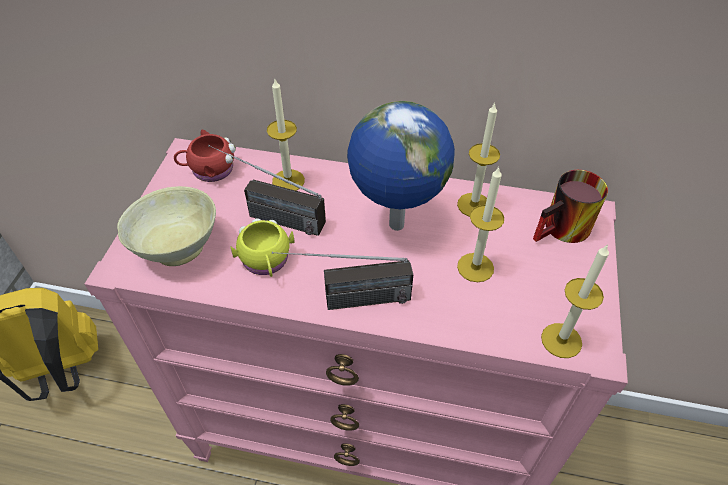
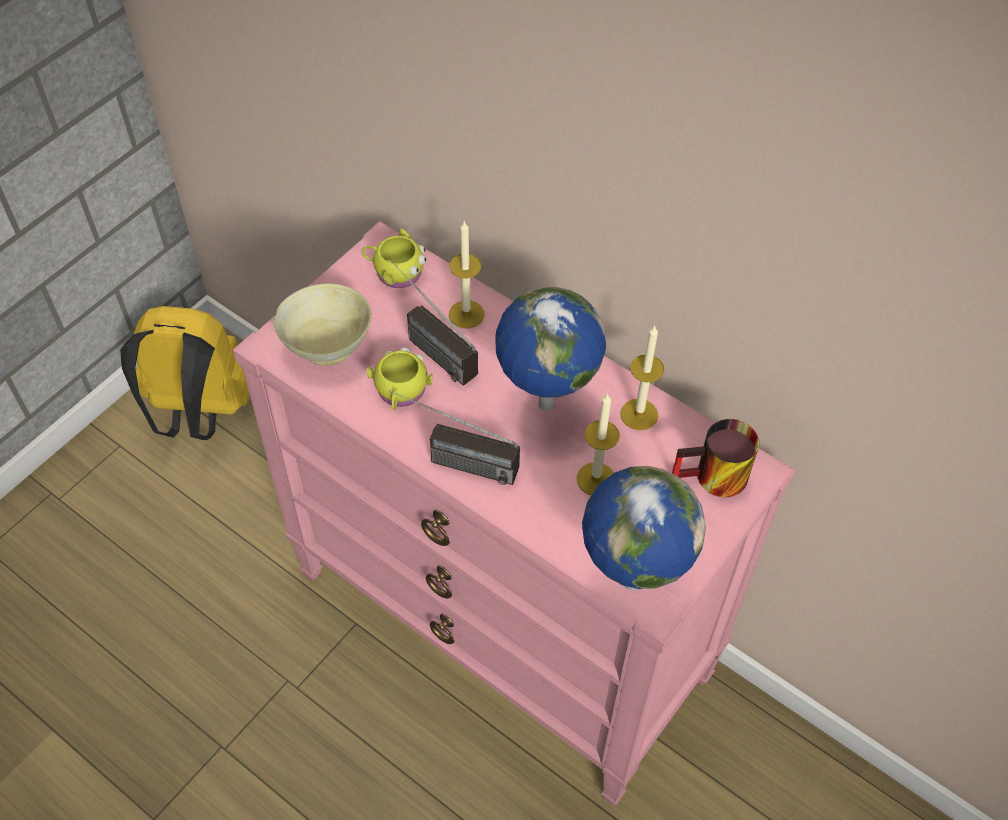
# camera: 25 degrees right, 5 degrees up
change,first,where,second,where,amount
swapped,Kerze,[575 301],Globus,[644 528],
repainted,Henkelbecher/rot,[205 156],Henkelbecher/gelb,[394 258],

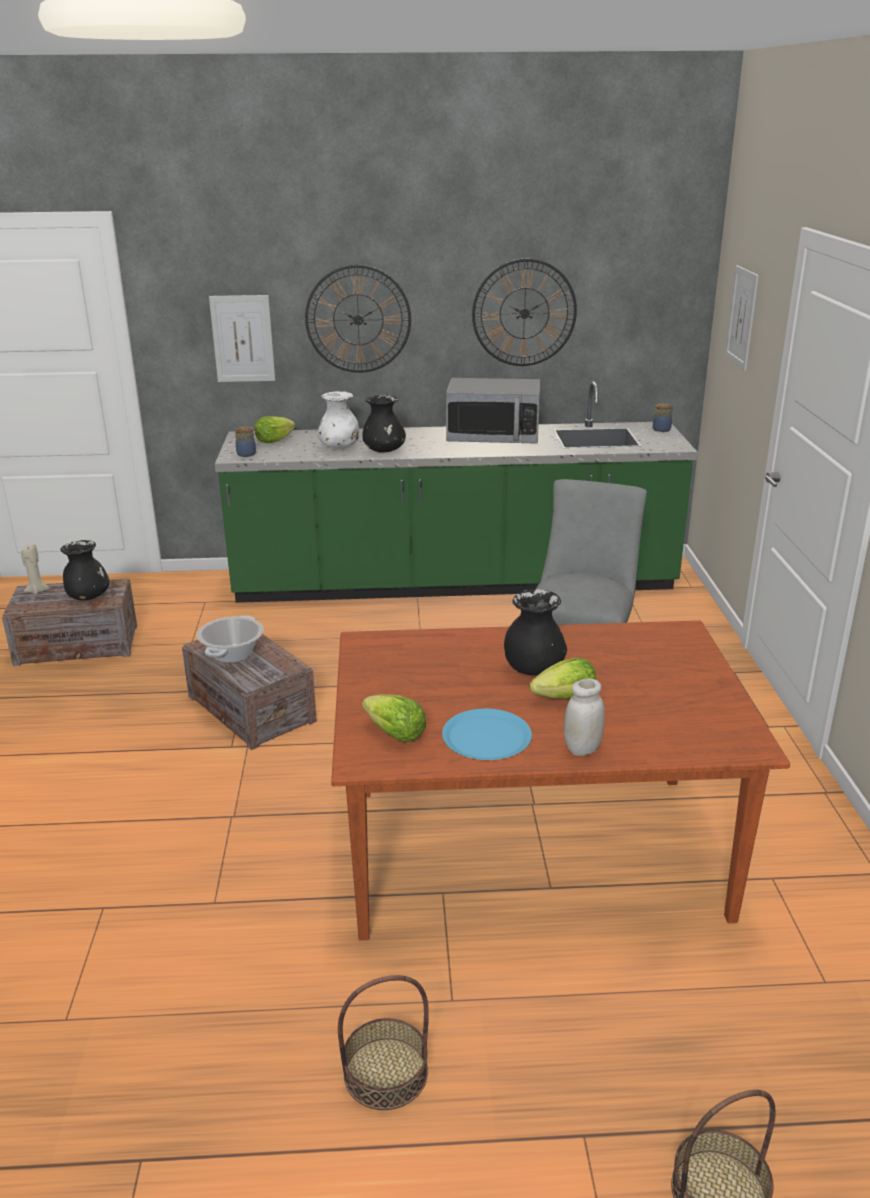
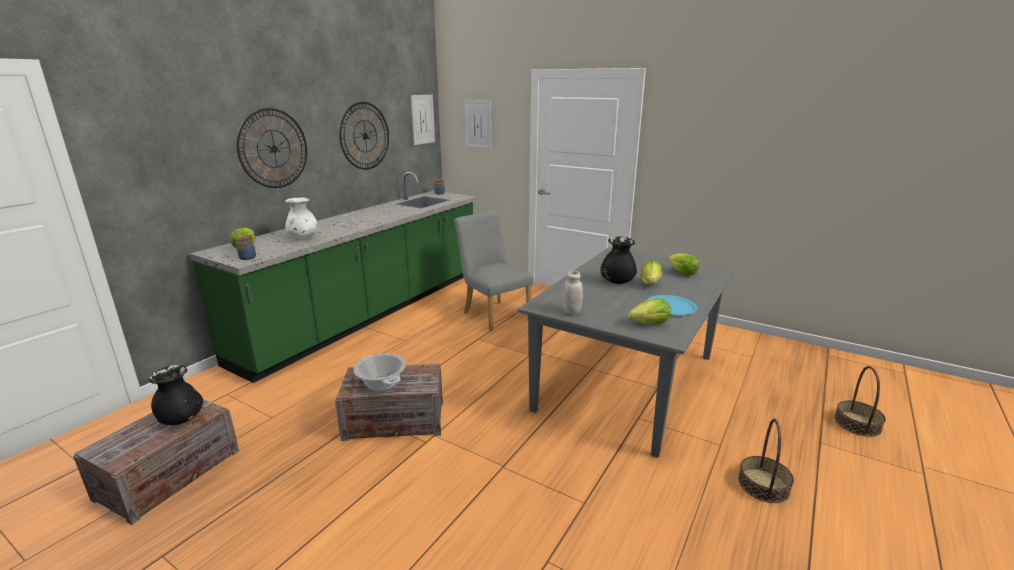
# camera: 55 degrees left, 5 degrees down
change,first,where,second,where,amount
gone,Kerze/beige,[35 569],,,
gone,Vase/schwarz,[384 424],,,
gone,Mikrowelle,[493 411],,,
new,,,Salatkopf,[683 264],
shifted,Bild,[242 338],,[423 120],
shifted,Vorratsglas/weiß,[584 717],,[573 293],
repainted,Esstisch/braun,[560 780],Esstisch/grau,[626 352],

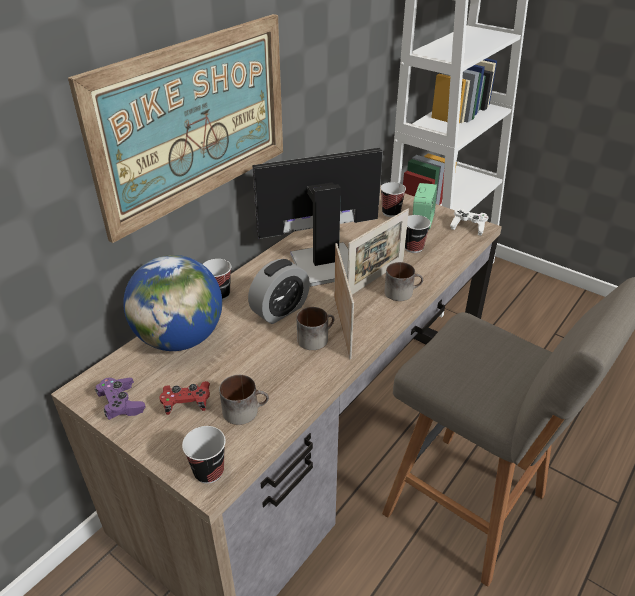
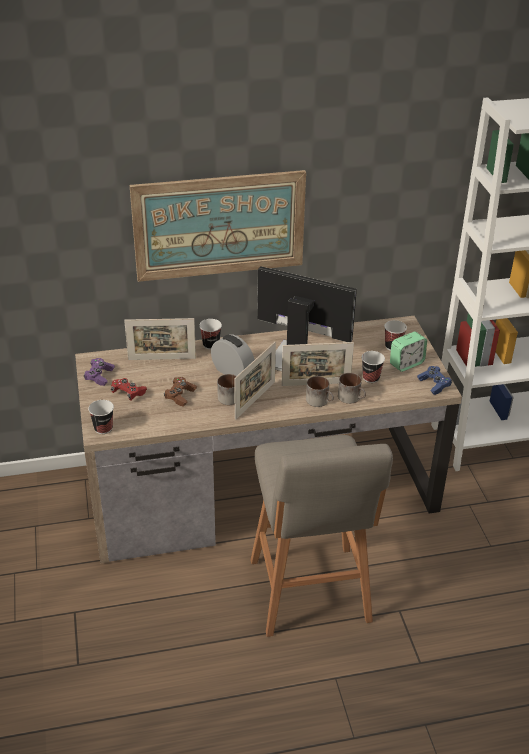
# camera: 40 degrees right, 0 degrees up
change,first,where,second,where,amount
new,,,Gamepad/braun,[180 392],
shifted,Henkelbecher,[244 400],,[352 388],
swapped,Globus,[172 303],Bilderrahmen,[160 339],
repainted,Gamepad/weiß,[469 222],Gamepad/blau,[434 380],
rotated,Wecker,[279 291],,[233 355],135 degrees counterclockwise

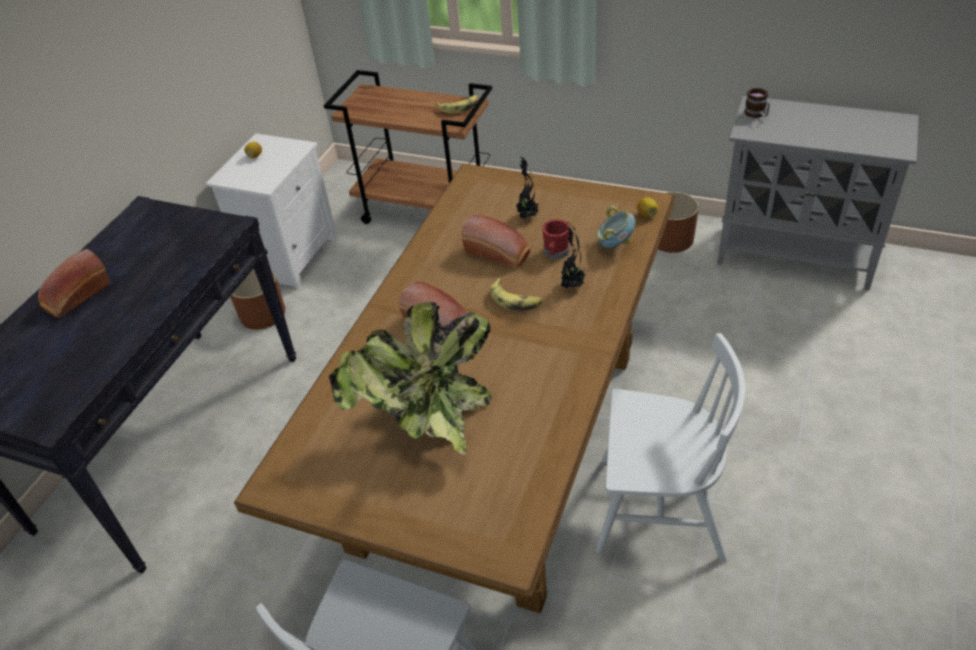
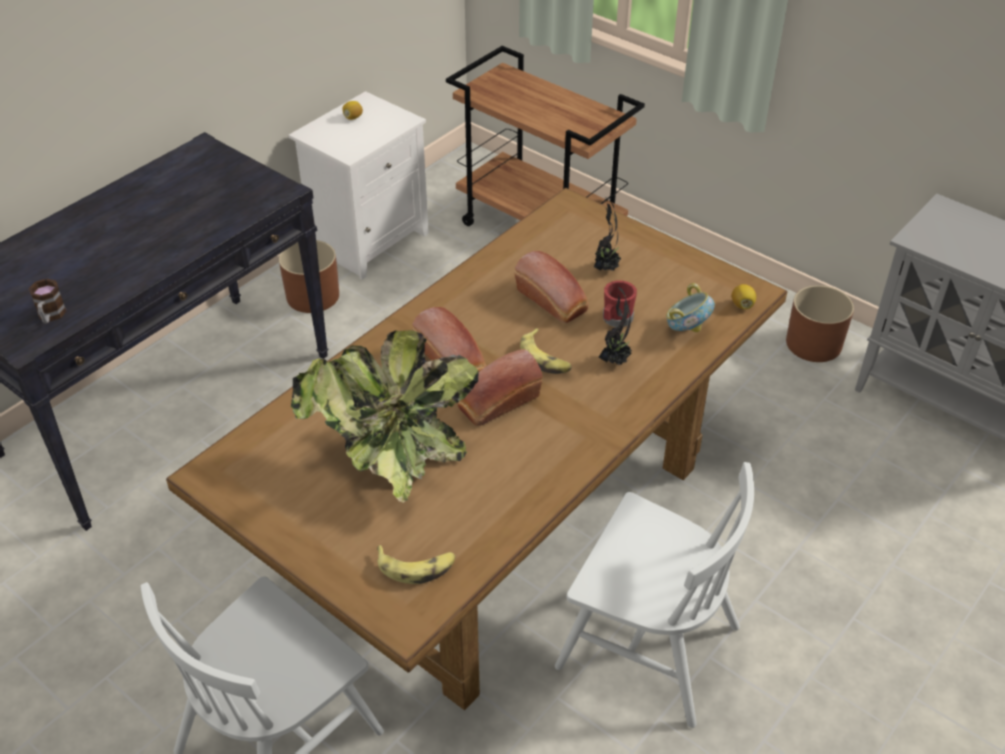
# camera: 15 degrees right, 0 degrees up
change,first,where,second,where,amount
shifted,Brot,[74 283],,[500 387],
shifted,Banane,[457 104],,[416 564],
shifted,Henkelbecher,[757 103],,[48 301],

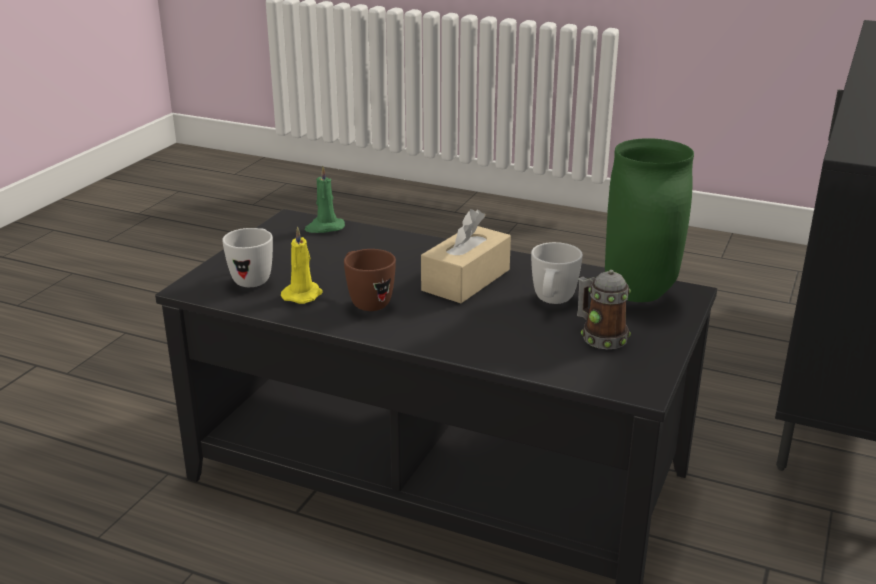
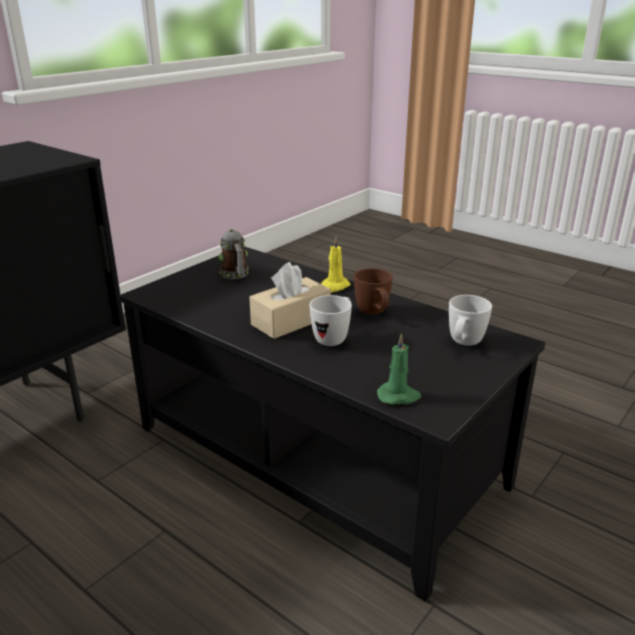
# camera: 165 degrees left, 0 degrees up
change,first,where,second,where,amount
gone,Vase/grün,[649 220],,,
shifted,Kerze/gelb,[302 265],,[335 264],
shifted,Henkelbecher/weiß,[557 273],,[331 320],

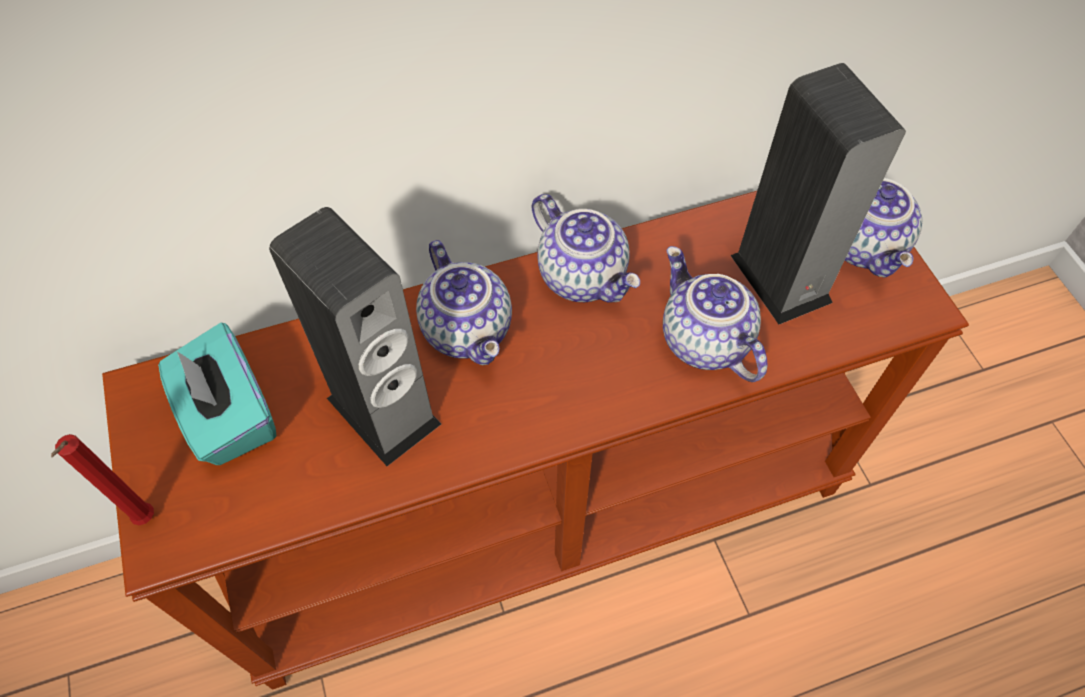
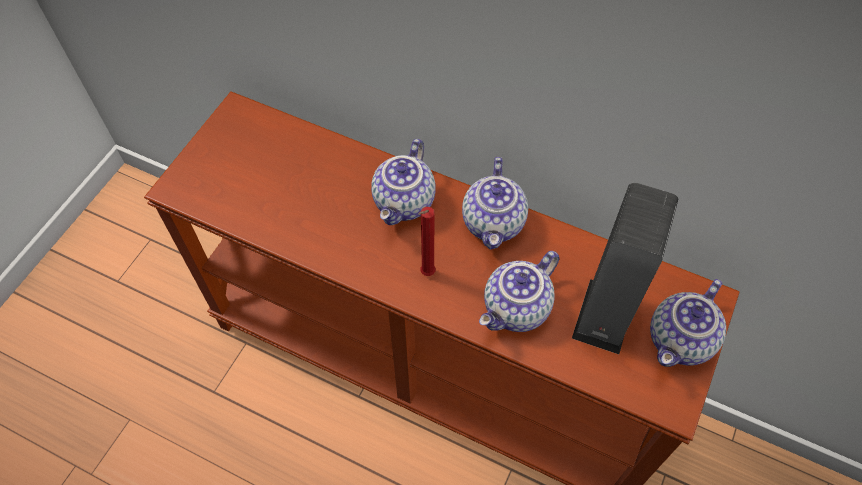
# camera: 45 degrees right, 0 degrees up
change,first,where,second,where,amount
gone,Taschentuchbox/türkis,[217 394],,,
gone,Lautsprecher,[355 336],,,
shifted,Kerze/rot,[102 479],,[427 241],
rotated,Teekanne,[715 314],,[519 291],150 degrees counterclockwise

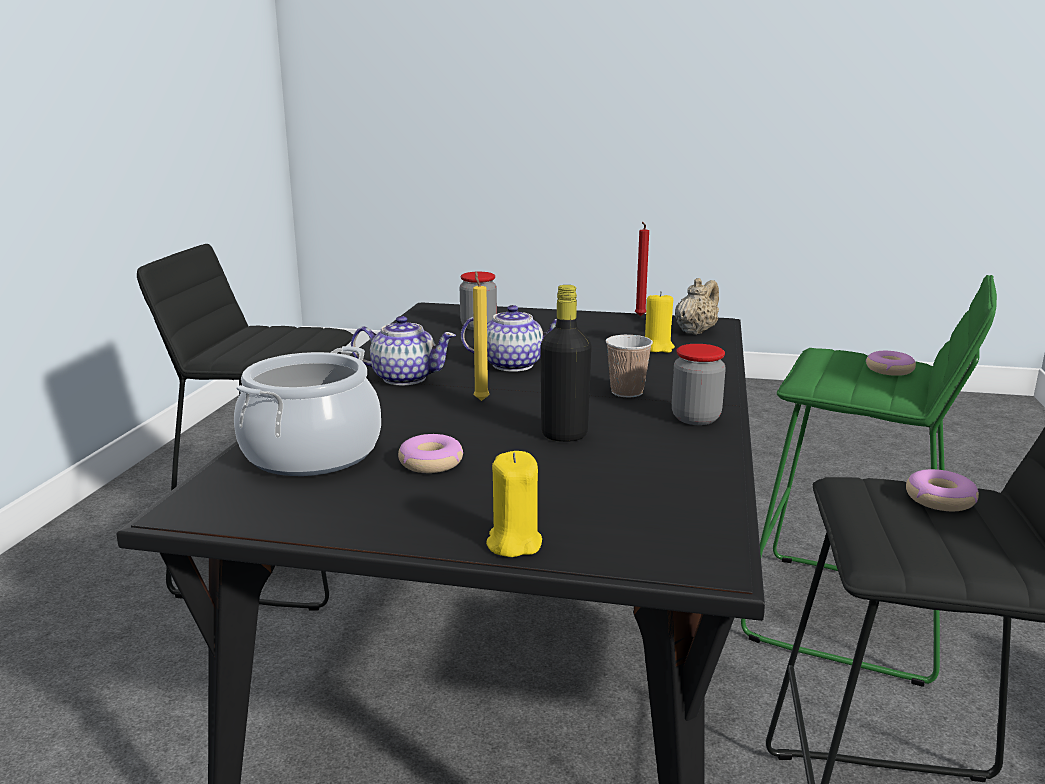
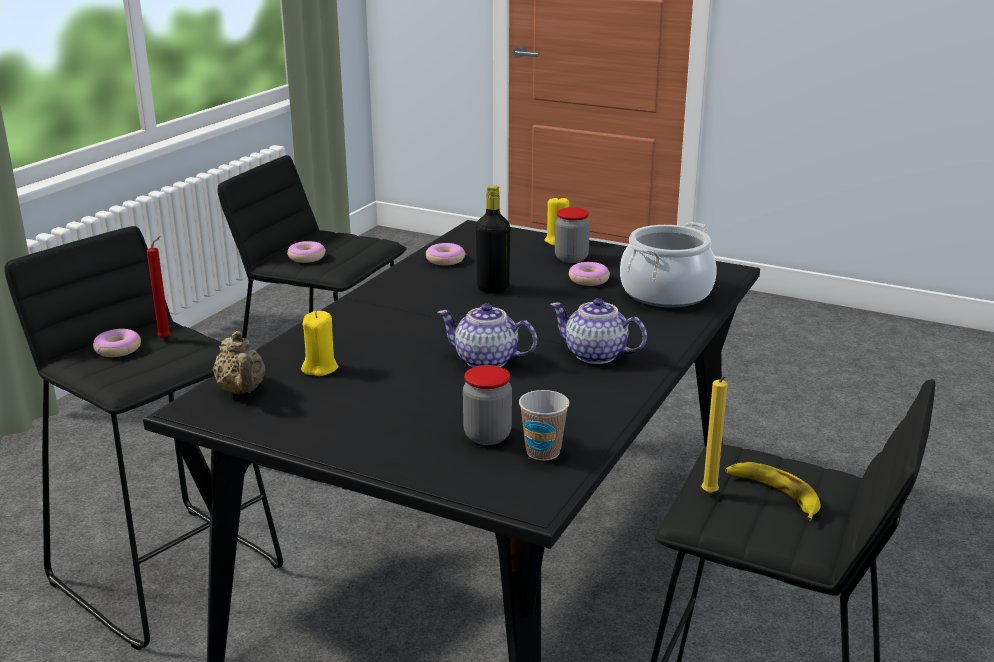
# camera: 165 degrees left, 5 degrees up
change,first,where,second,where,amount
new,,,Donut,[446 254],
new,,,Banane,[773 491],
shifted,Kerze/gelb,[481 336],,[714 434],
shifted,Tasse,[629 366],,[544 425],
shifted,Kerze/rot,[642 269],,[159 287],
shifted,Vorratsglas,[699 384],,[572 235],
repainted,Hocker/grün,[869 481],Hocker/schwarz,[143 438],
rotated,Teekanne/beige,[697 306],,[239 362],75 degrees counterclockwise

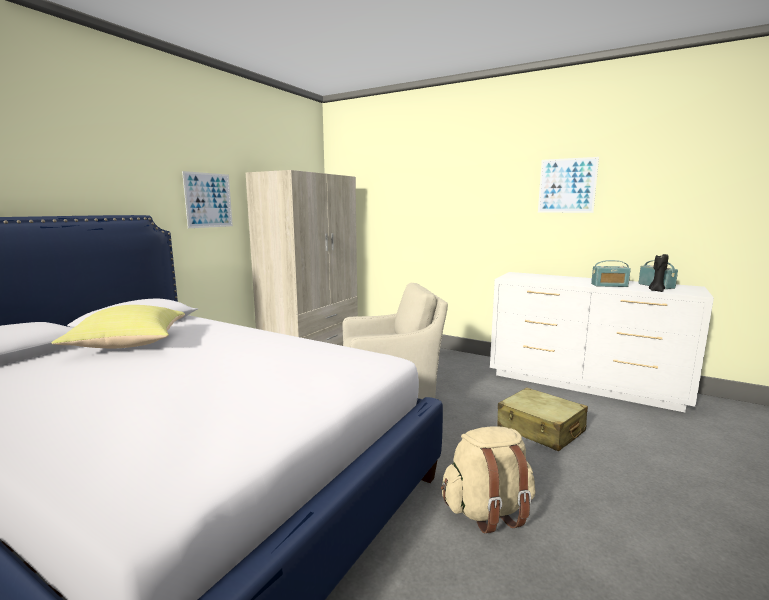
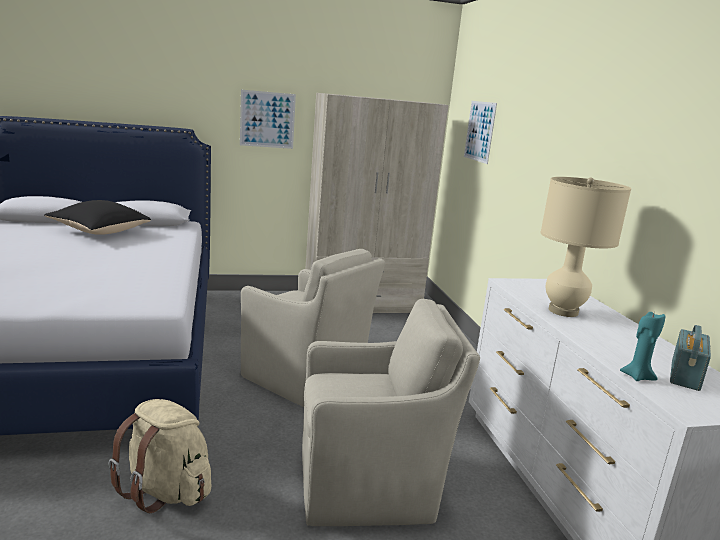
# camera: 45 degrees right, 5 degrees up
change,first,where,second,where,amount
gone,Radio,[611 273],,,
new,,,Tischlampe/beige,[585 247],
shifted,Bild,[568 185],,[480 132],
swapped,Koffer/beige,[542 419],Sessel/beige,[391 412],
repainted,Kissen/gelb,[118 326],Kissen/schwarz,[97 217],
repainted,Kerze/schwarz,[658 273],Kerze/türkis,[642 346],

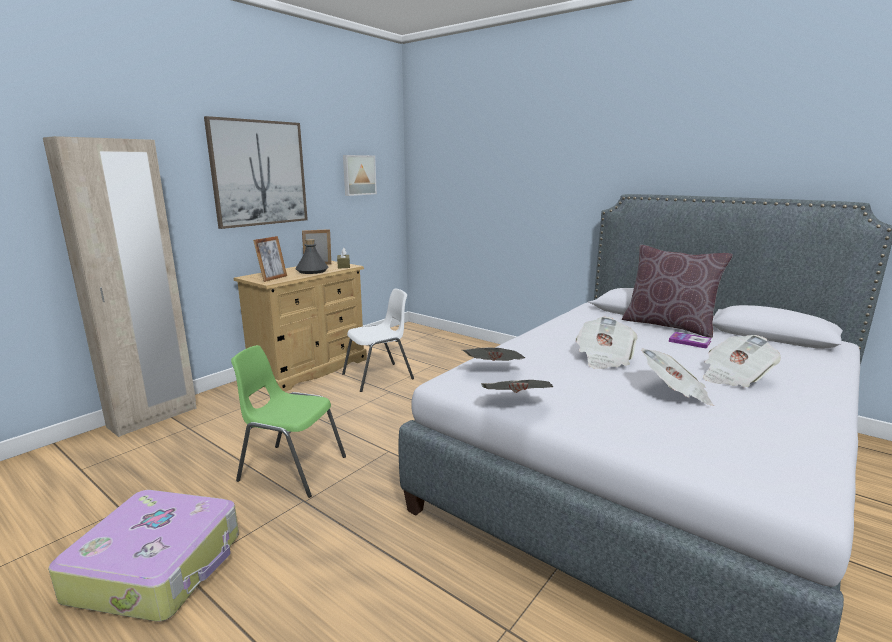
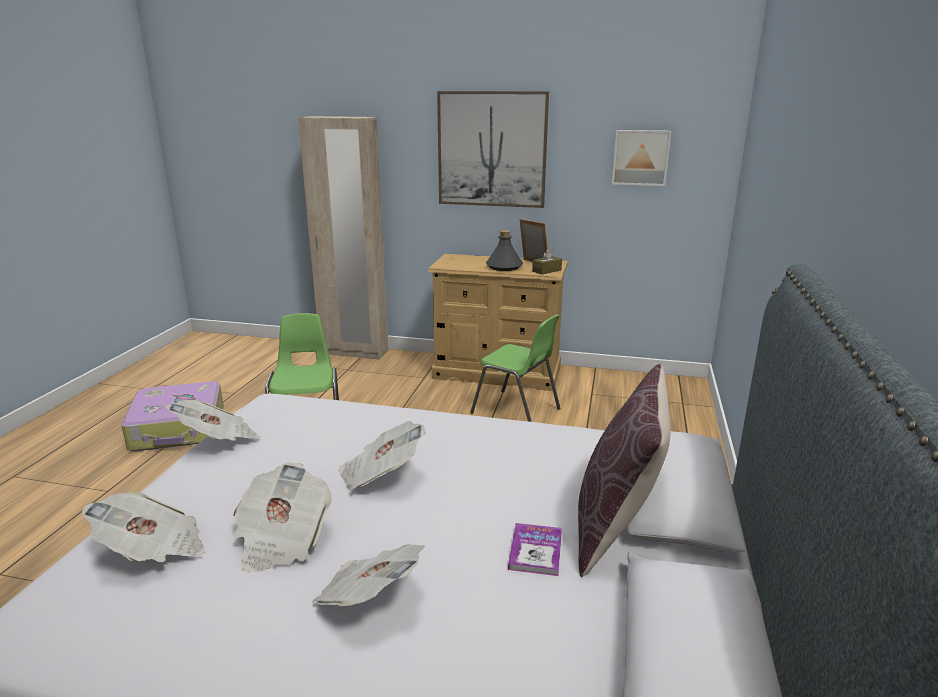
# camera: 65 degrees right, 5 degrees up
change,first,where,second,where,amount
gone,Bilderrahmen,[270 259],,,
shifted,Zeitung,[493 354],,[144 527],
repainted,Stuhl/weiß,[378 340],Stuhl/grün,[515 368],

